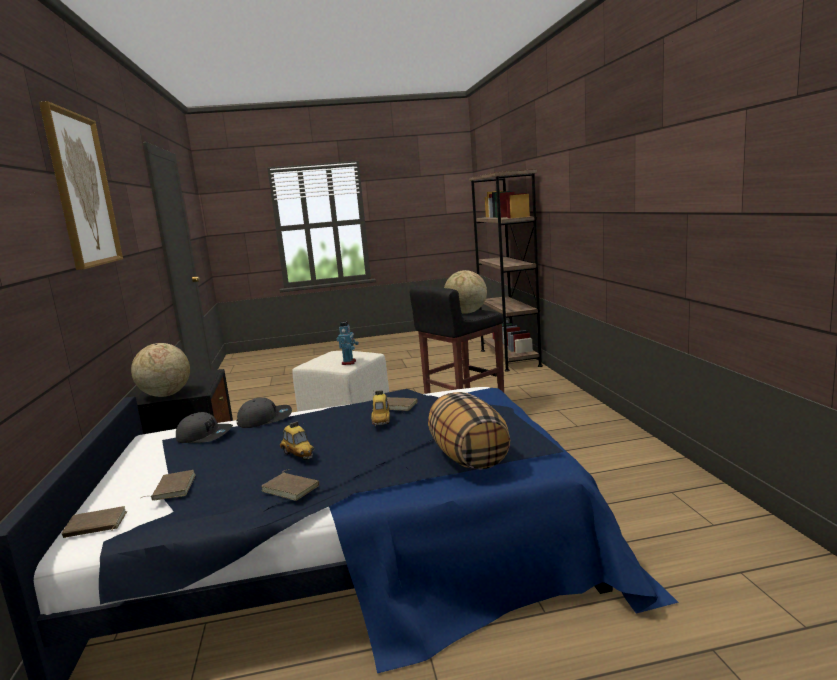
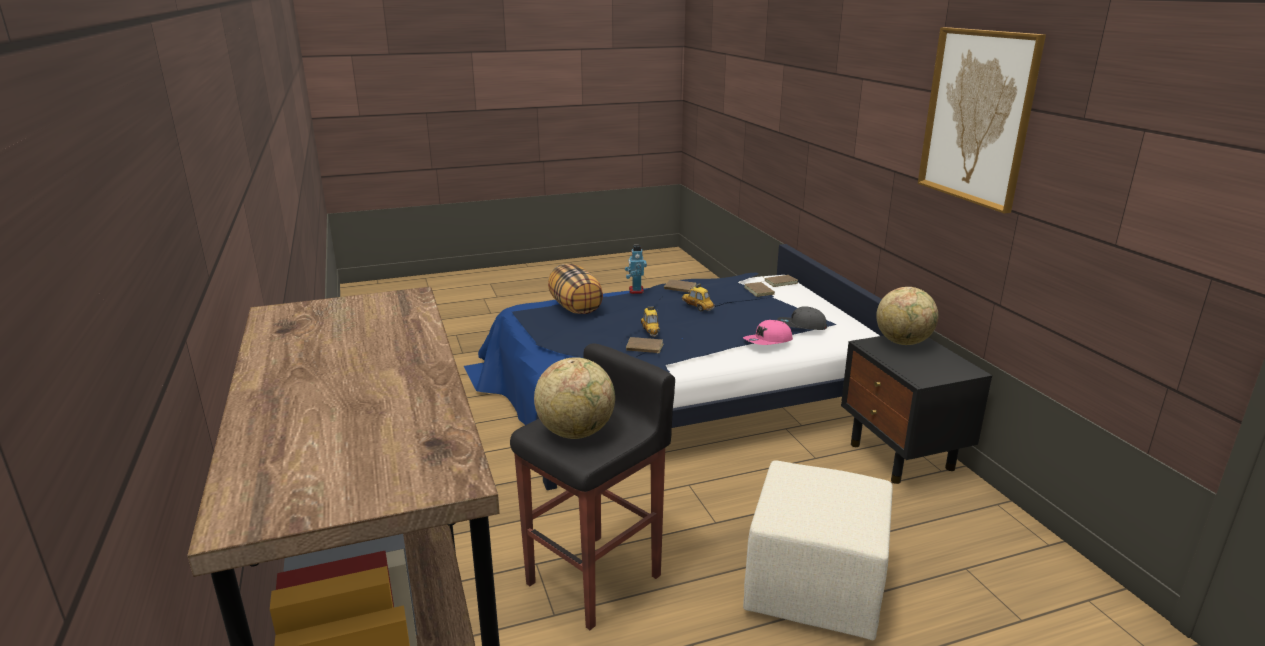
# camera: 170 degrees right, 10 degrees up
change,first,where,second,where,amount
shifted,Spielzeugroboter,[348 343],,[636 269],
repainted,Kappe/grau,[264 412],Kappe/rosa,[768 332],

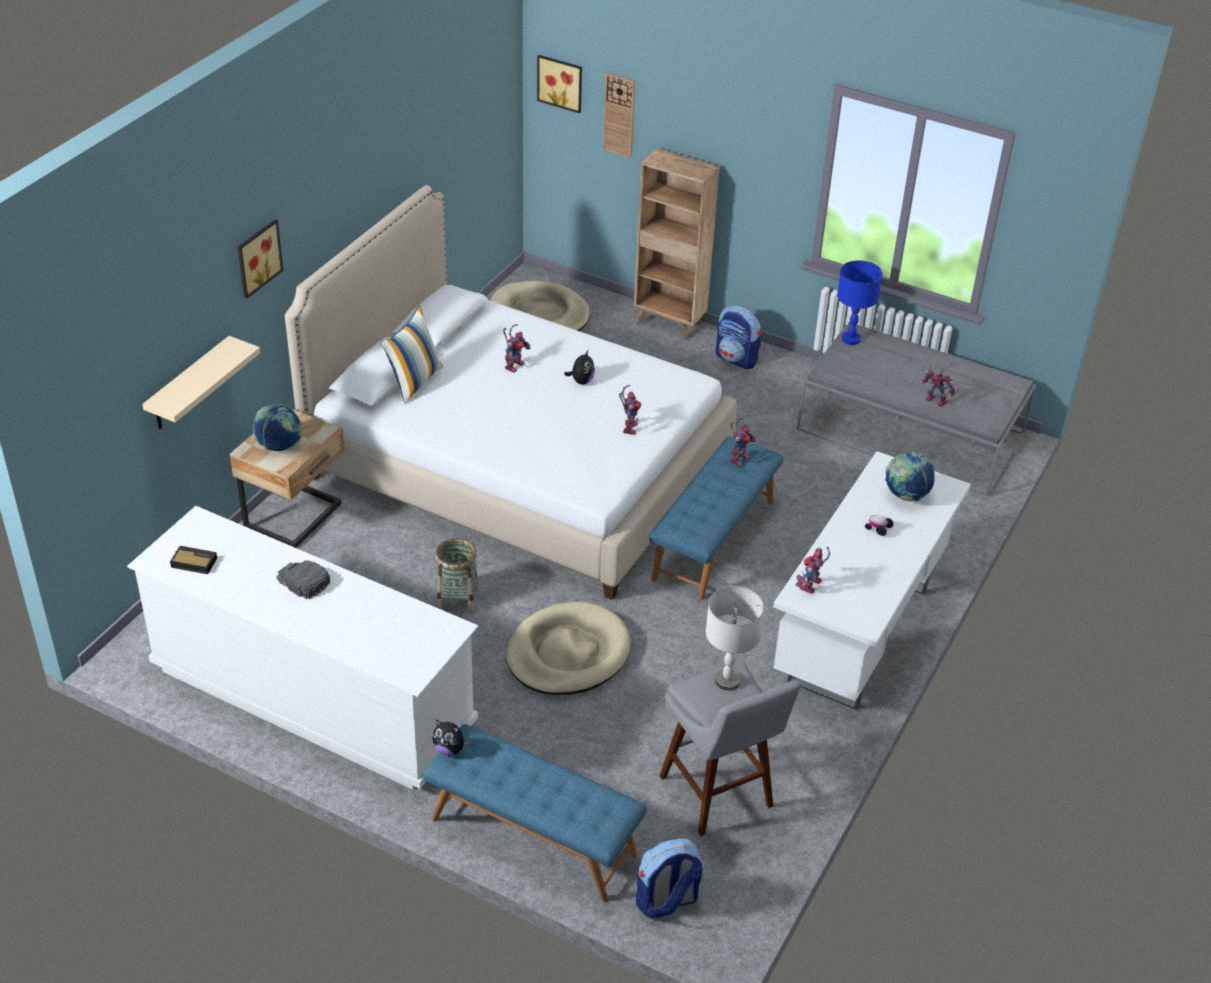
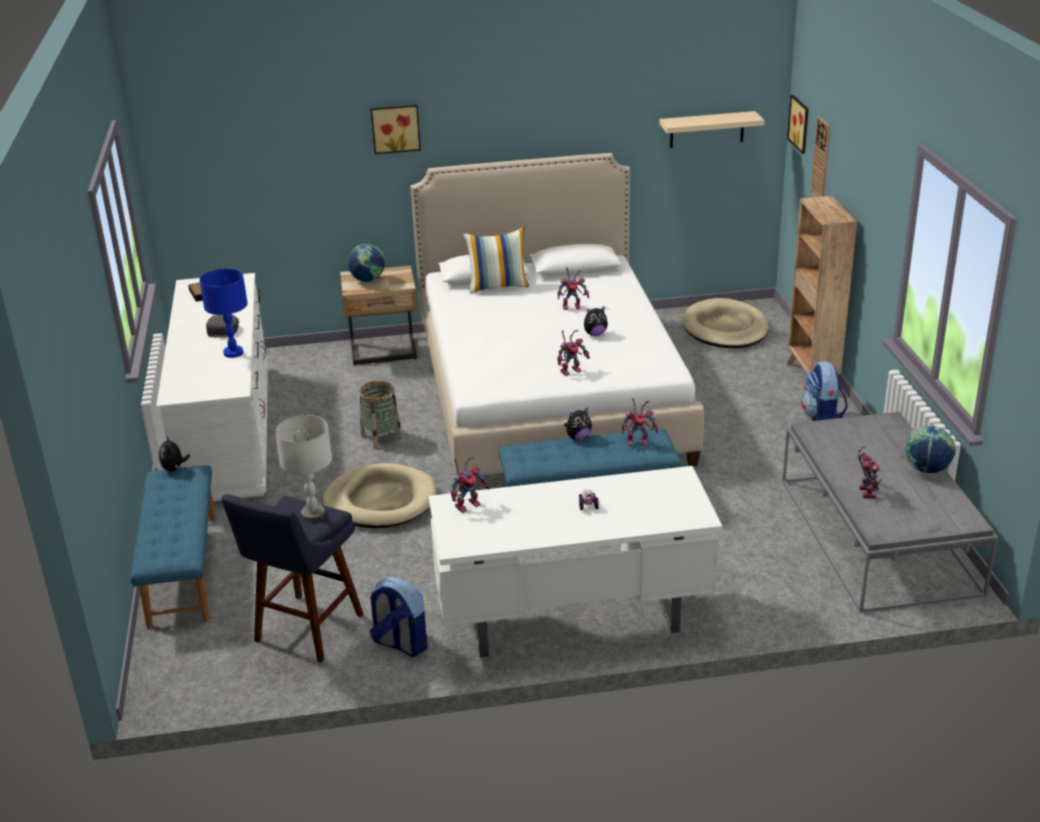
# camera: 55 degrees right, 10 degrees down
change,first,where,second,where,amount
new,,,Plüschtier,[578 423],
shifted,Wandregal/beige,[201 382],,[712 129],
shifted,Rucksack,[669 878],,[398 617],
shifted,Tischlampe/blau,[860 302],,[223 313],
shifted,Globus,[910 476],,[930 449],
repainted,Hocker/grau,[730 748],Hocker/blau,[292 578],
rotated,Spielzeugroboter,[812 570],,[470 484],150 degrees clockwise

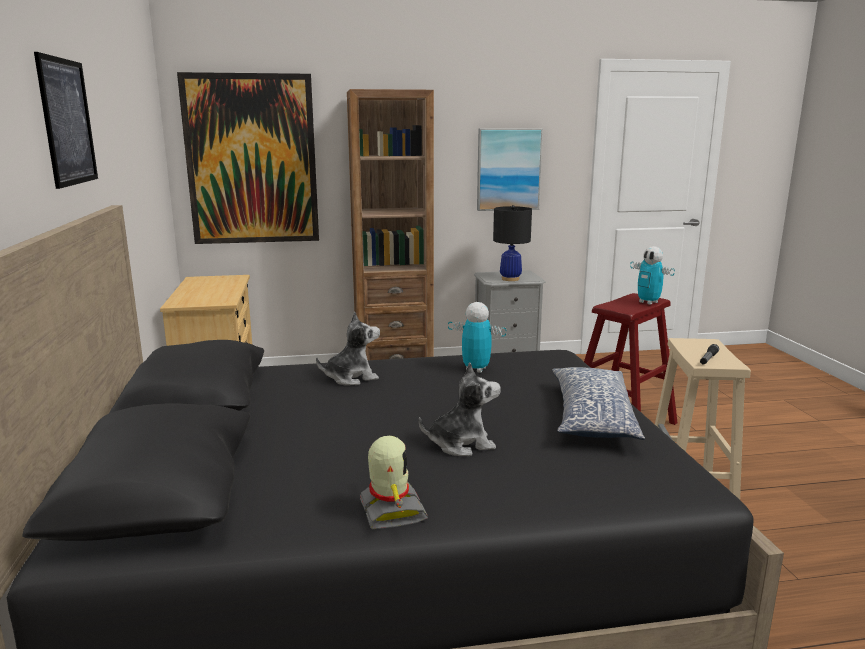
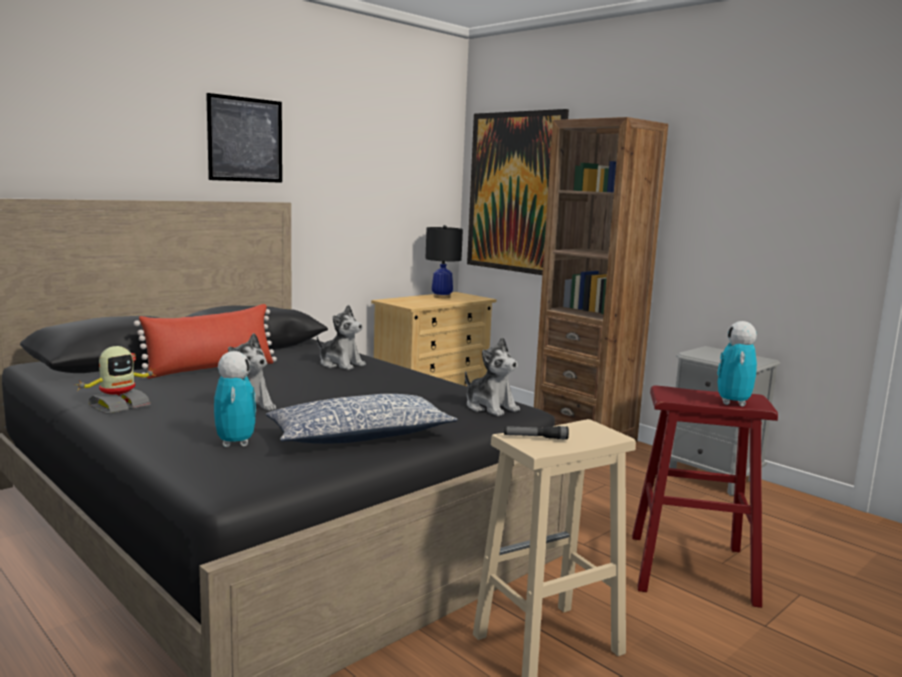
# camera: 55 degrees right, 5 degrees down
change,first,where,second,where,amount
gone,Bild,[510 169],,,
new,,,Kissen/rot,[205 341],
new,,,Plüschtier,[492 376],
shifted,Spielzeugroboter,[477 337],,[235 399],
shifted,Tischlampe/schwarz,[512 243],,[444 261],

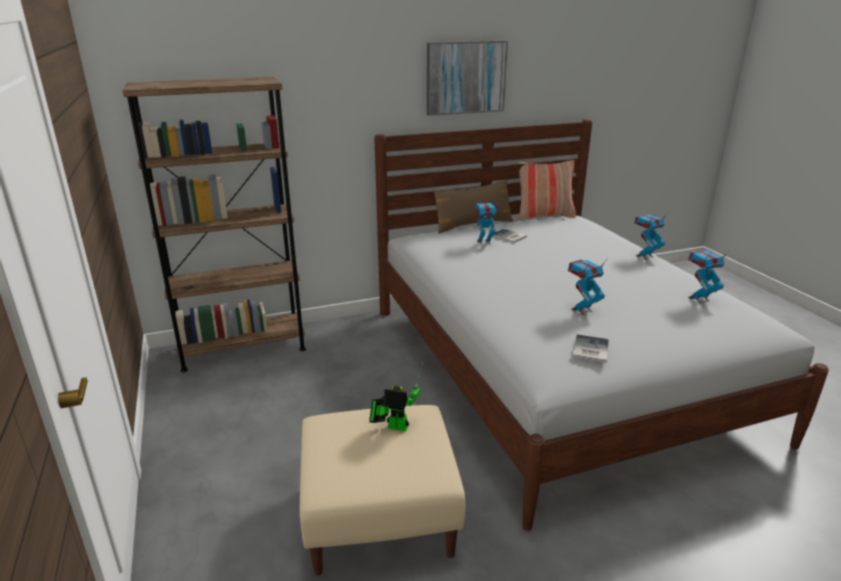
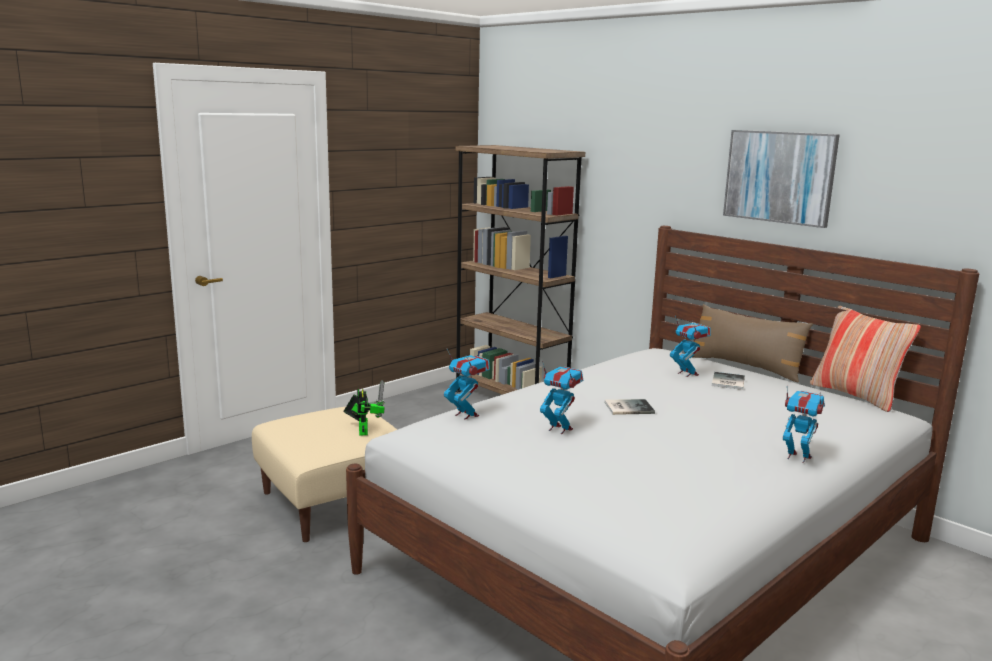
# camera: 65 degrees right, 10 degrees down
change,first,where,second,where,amount
shifted,Buch,[591 348],,[630 407],
shifted,Spielzeugroboter,[709 276],,[467 384],

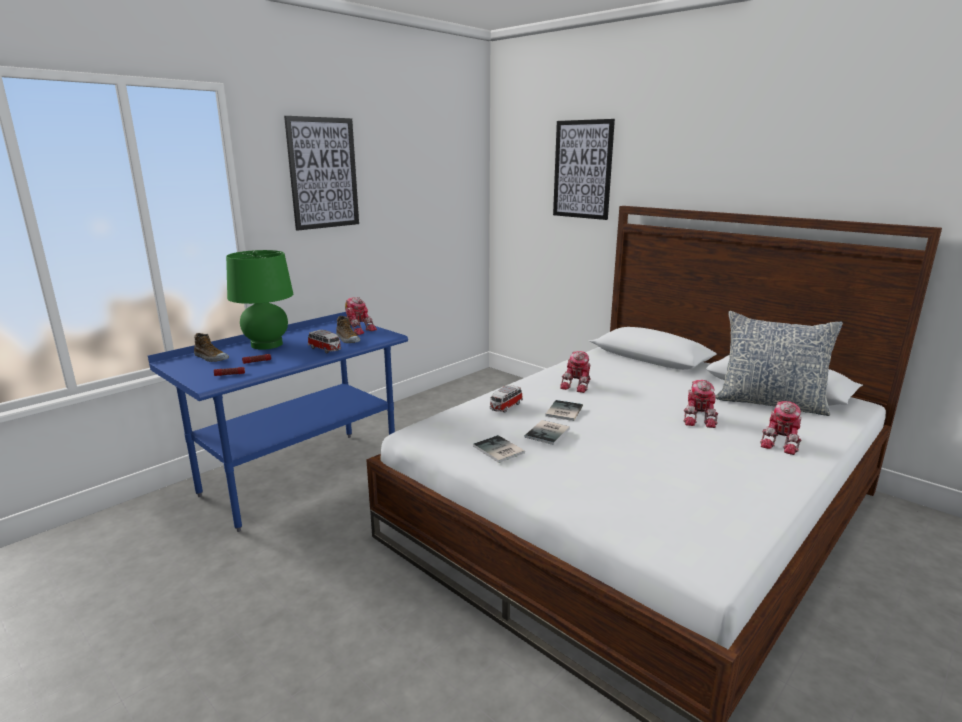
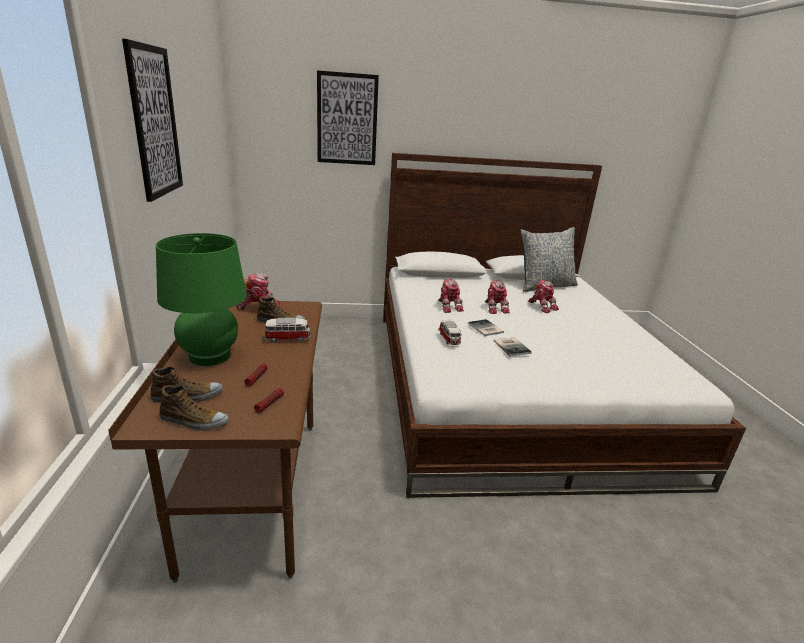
# camera: 50 degrees left, 5 degrees up
change,first,where,second,where,amount
gone,Buch,[499 449],,,
new,,,Schuh,[194 407],
shifted,Spielzeugroboter,[781 428],,[497 297],
repainted,Schreibtisch/blau,[278 422],Schreibtisch/braun,[215 441],

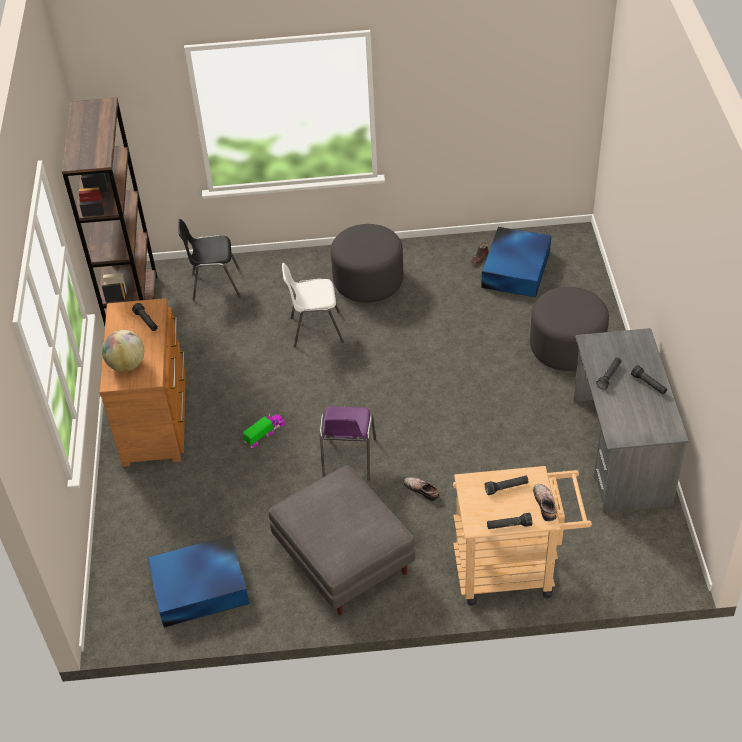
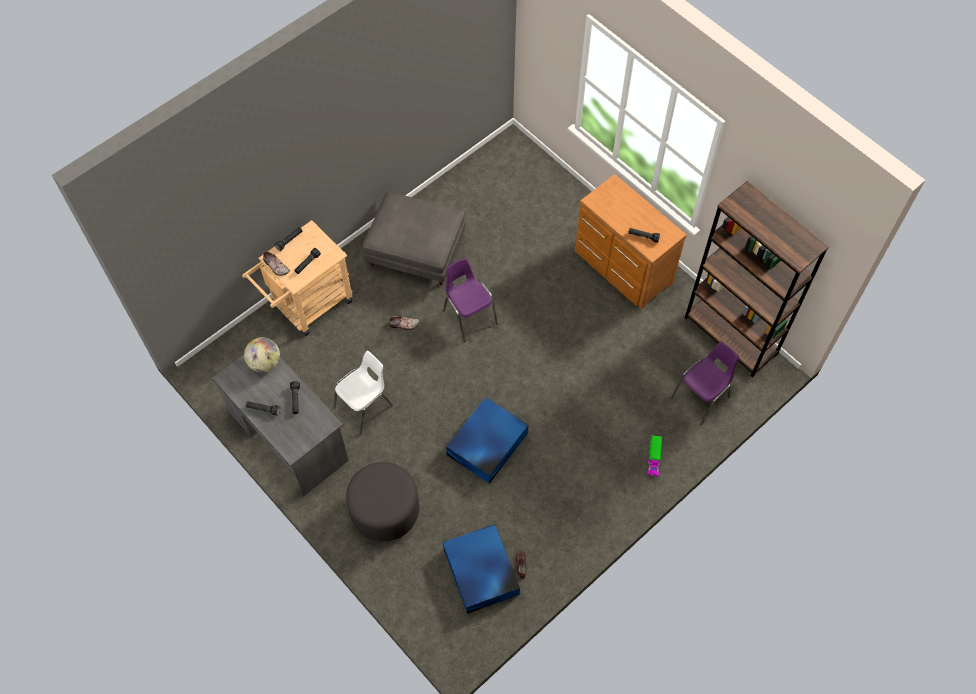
# camera: 140 degrees right, 15 degrees up
change,first,where,second,where,amount
gone,Polsterhocker/grau,[367 263],,,
shifted,Globus,[123 351],,[262 354],
shifted,Aufbewahrungsbox/blau,[198 581],,[487 440],
shifted,Spielzeuglaster,[263 431],,[654 456],
shifted,Stuhl/weiß,[313 305],,[363 393],
repainted,Stuhl/schwarz,[209 260],Stuhl/lila,[704 384],

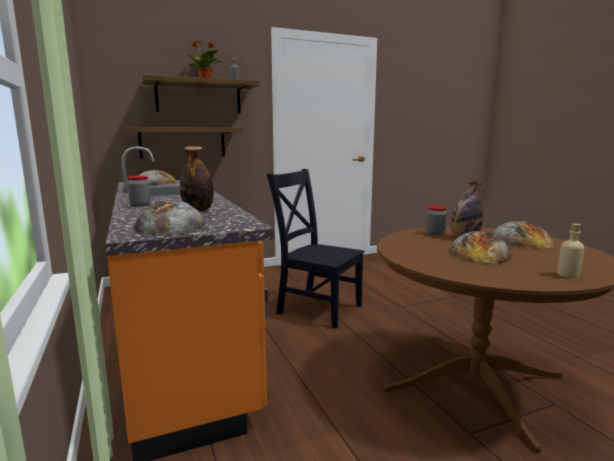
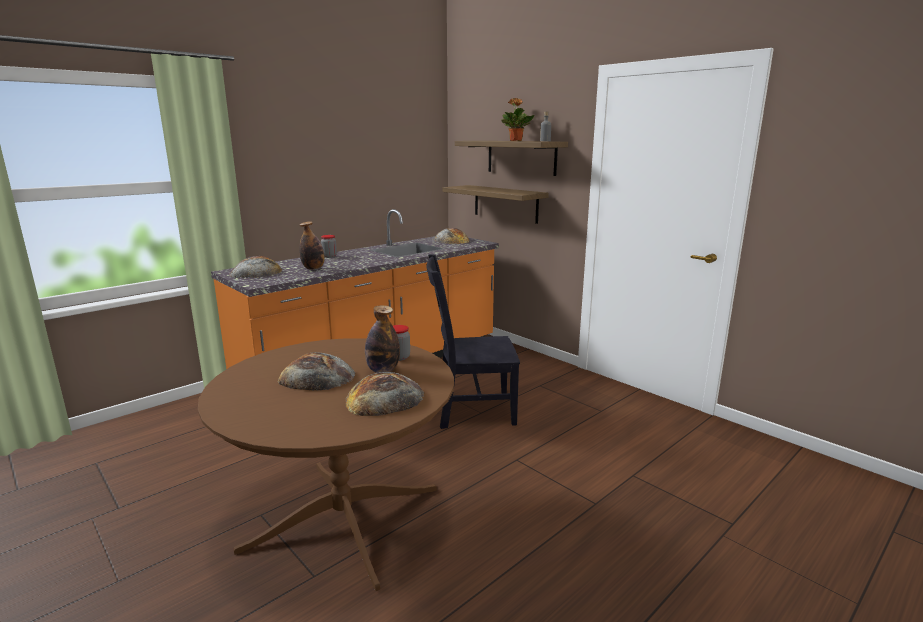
# camera: 70 degrees right, 5 degrees up
change,first,where,second,where,amount
gone,Flasche/beige,[570 250],,,
rotated,Stuhl/schwarz,[316 249],,[473 341],105 degrees counterclockwise

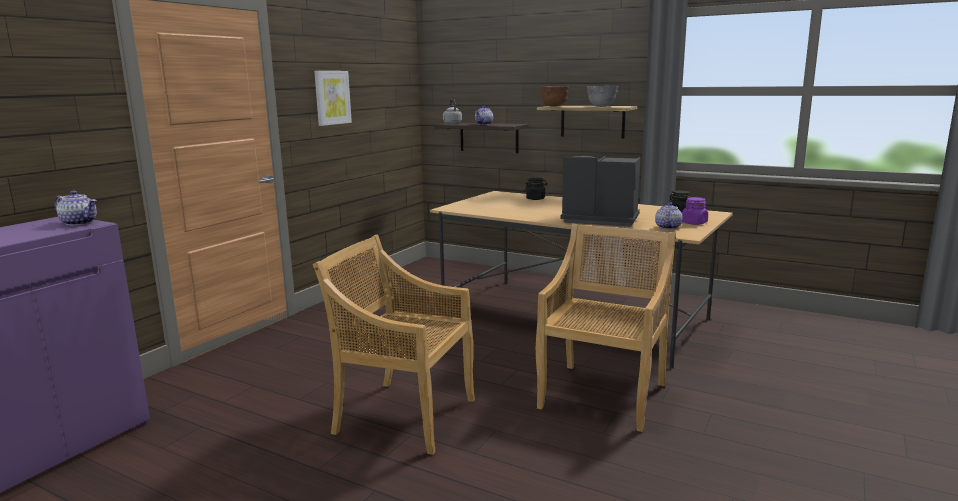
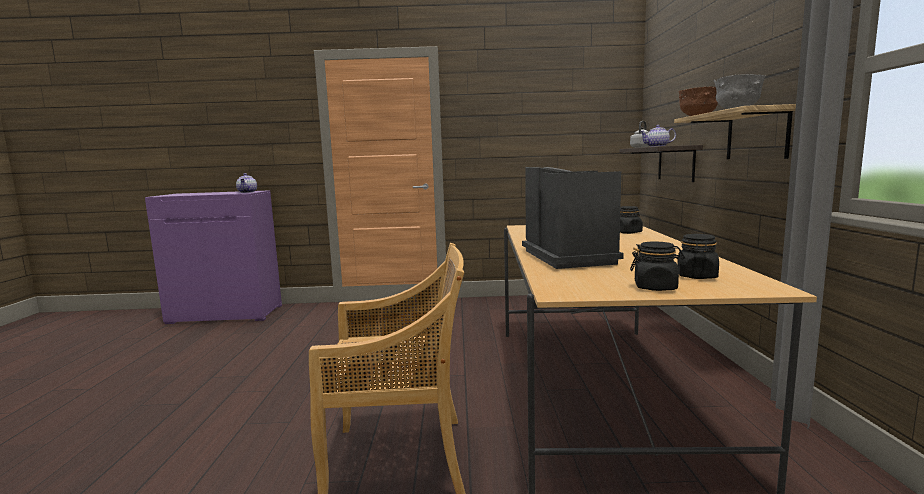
# camera: 60 degrees right, 5 degrees down
change,first,where,second,where,amount
gone,Stuhl/beige,[394 344],,,
gone,Bild,[333 98],,,
gone,Teekanne,[668 216],,,
repainted,Vorratsglas/lila,[695 211],Vorratsglas/schwarz,[657 266],

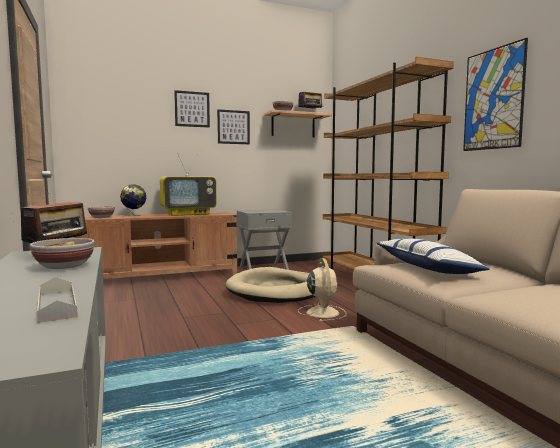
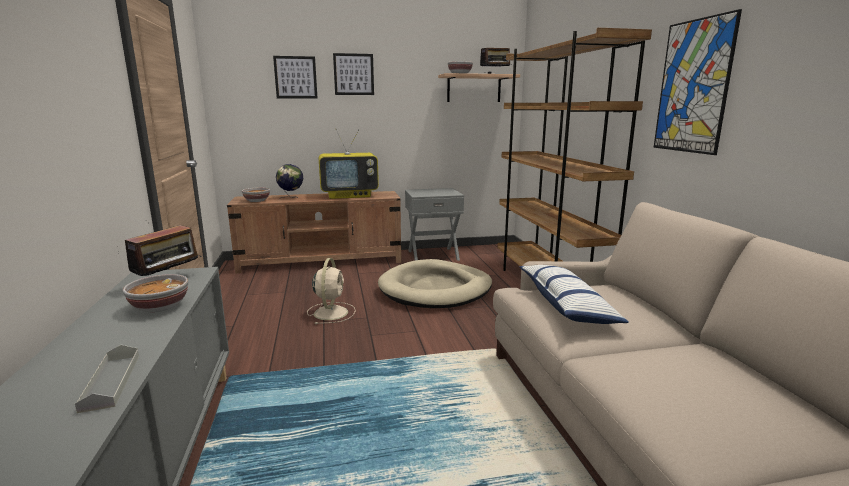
# camera: 10 degrees right, 10 degrees up
change,first,where,second,where,amount
shifted,Bild,[233 126],,[295 77],
shifted,Ventilator/beige,[322 290],,[331 291],

